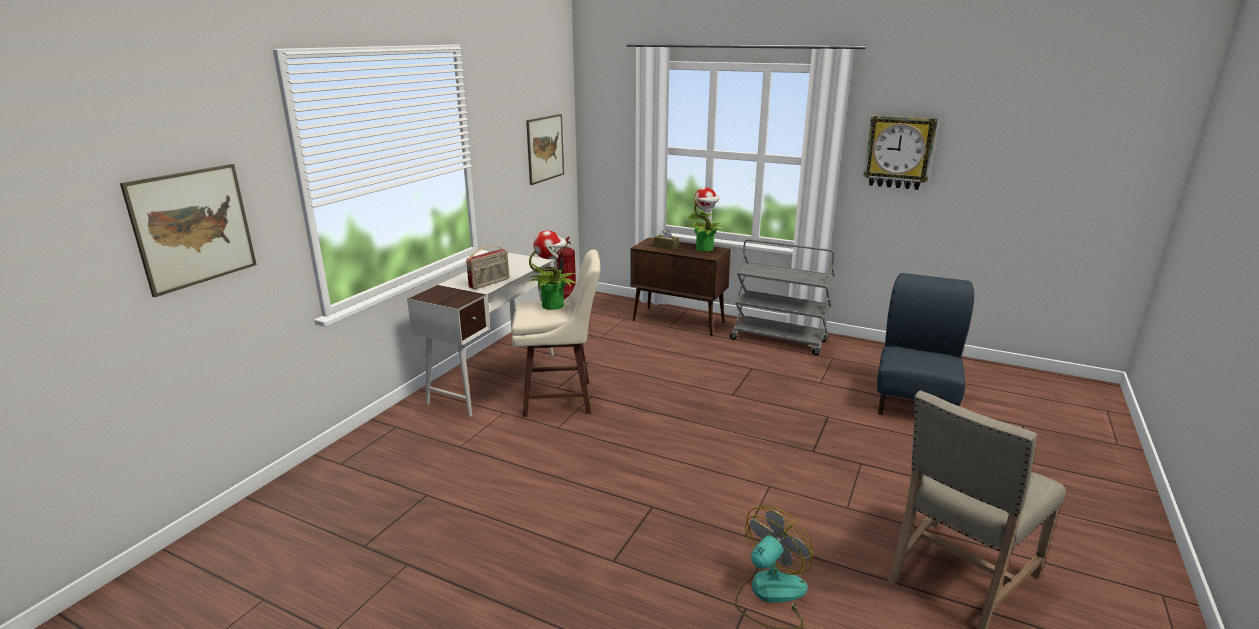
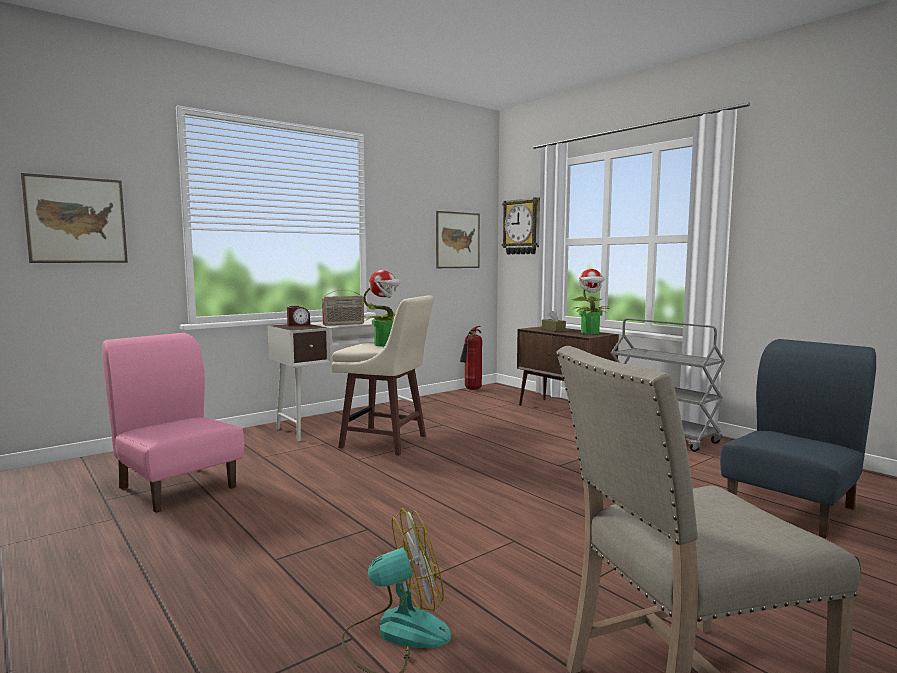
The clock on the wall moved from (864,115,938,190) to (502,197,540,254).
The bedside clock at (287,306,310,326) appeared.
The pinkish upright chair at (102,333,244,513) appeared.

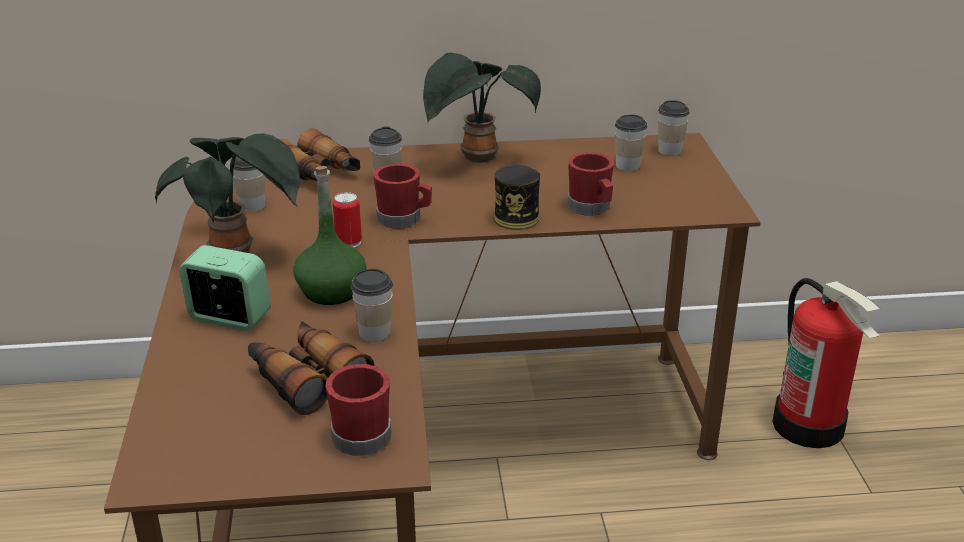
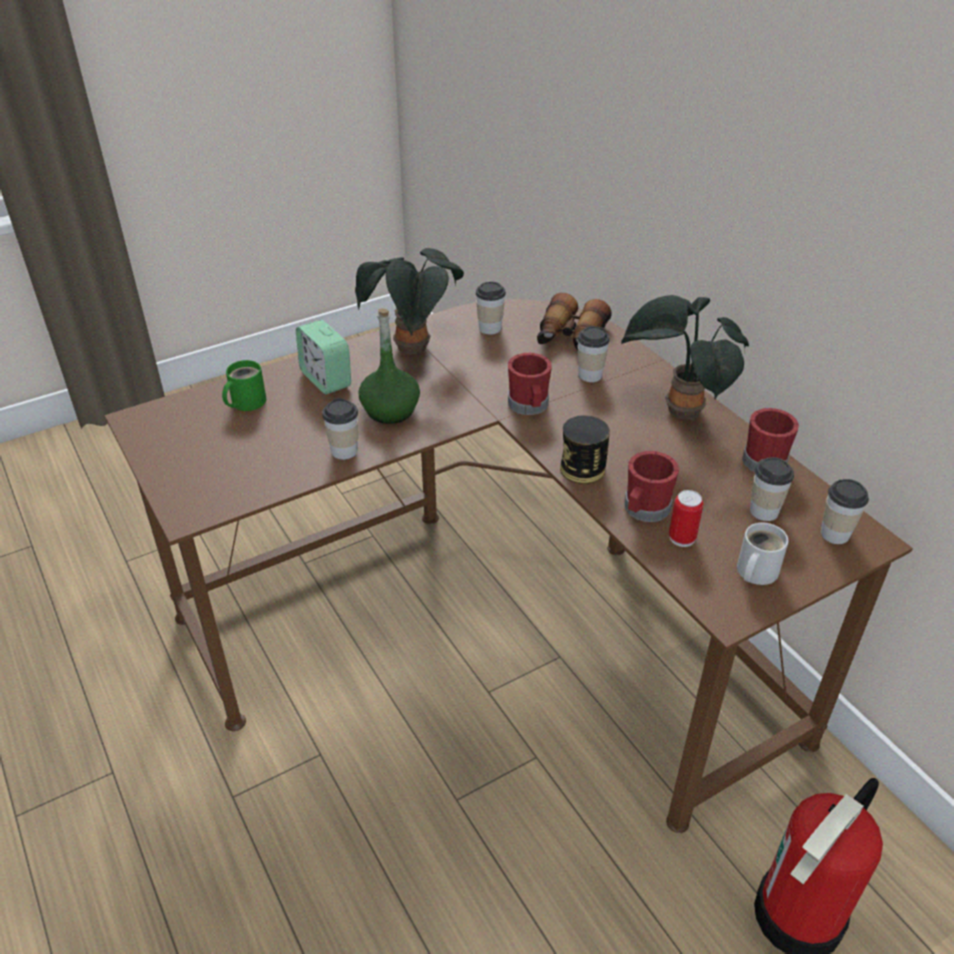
The can moved from (333,192,362,248) to (669,490,703,547).
The bedside clock at (179,245,271,331) turned 150 degrees clockwise.
The pair of binoculars at (248,322,375,415) disappeared.
The red mug moved from (325,364,391,456) to (742,408,799,472).
The green-coloured mug at (222,360,266,411) appeared.
The white-coloured mug at (737,523,788,585) appeared.

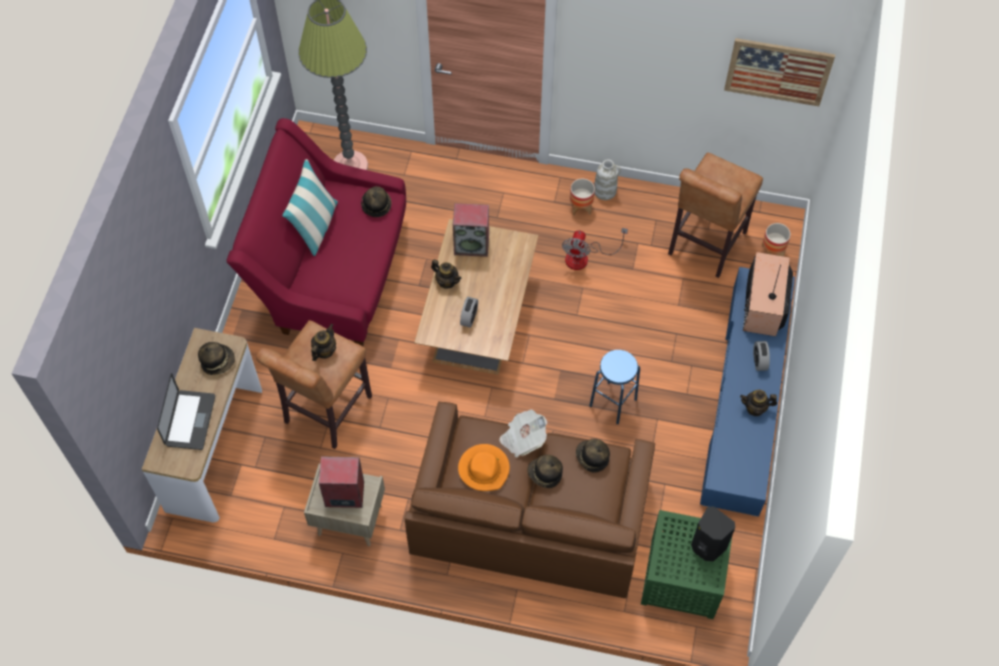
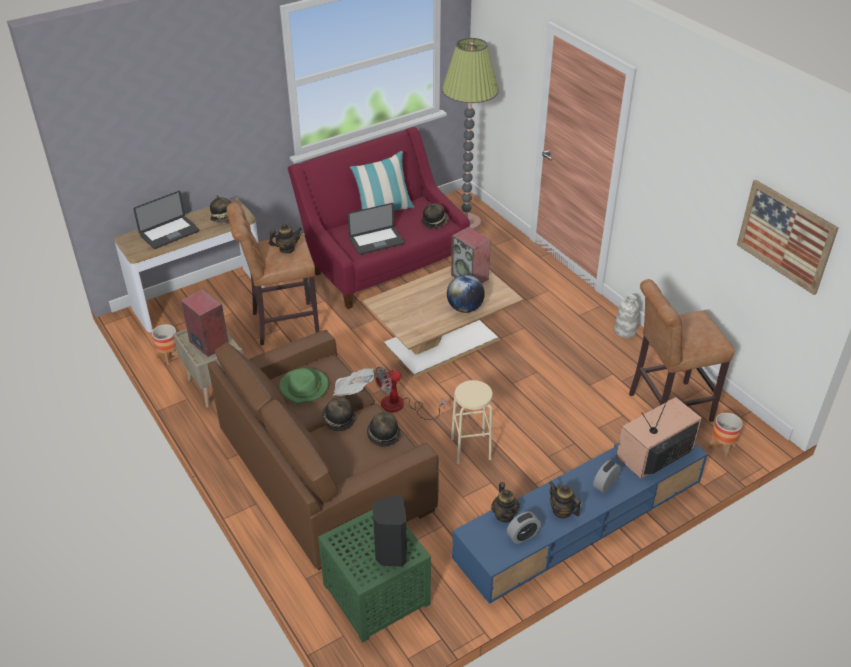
The plant pot moved from (570,178,595,216) to (152,324,178,365).
The electric fan moved from (562,228,628,270) to (374,367,445,420).
The tea pot moved from (431,259,461,289) to (491,482,520,523).
The bedside clock moved from (460,297,478,328) to (507,511,541,544).
The bluish stool at (589,350,640,424) became the beige-coloured stool at (451,380,493,464).
The orangey hat at (458,444,510,491) became the green-coloured hat at (280,368,329,404).
The notebook computer at (348,203,405,255) appeared.
The desk globe at (447,275,485,313) appeared.

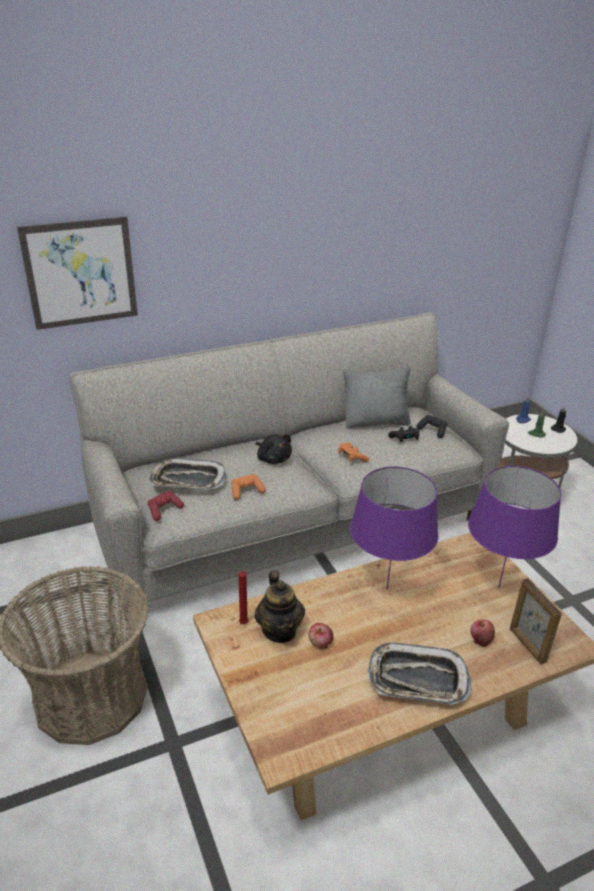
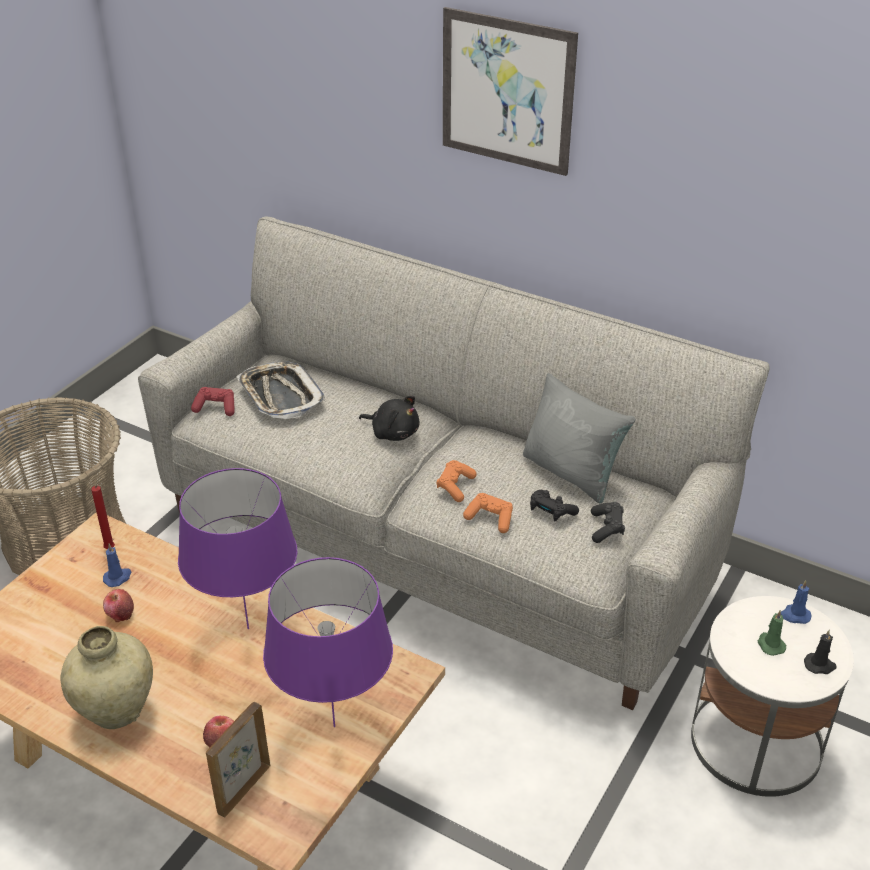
The wall picture moved from (17,216,138,330) to (443,7,578,176).
The blackish soft toy at (256,434,292,464) turned 75 degrees counterclockwise.
The orangey game controller moved from (231,474,266,500) to (463,493,513,533).
The tea pot at (254,570,305,643) was replaced by the bluish wax light at (103,543,131,587).
The tray at (368,643,471,705) was replaced by the beige-coloured flower vase at (60,626,153,729).

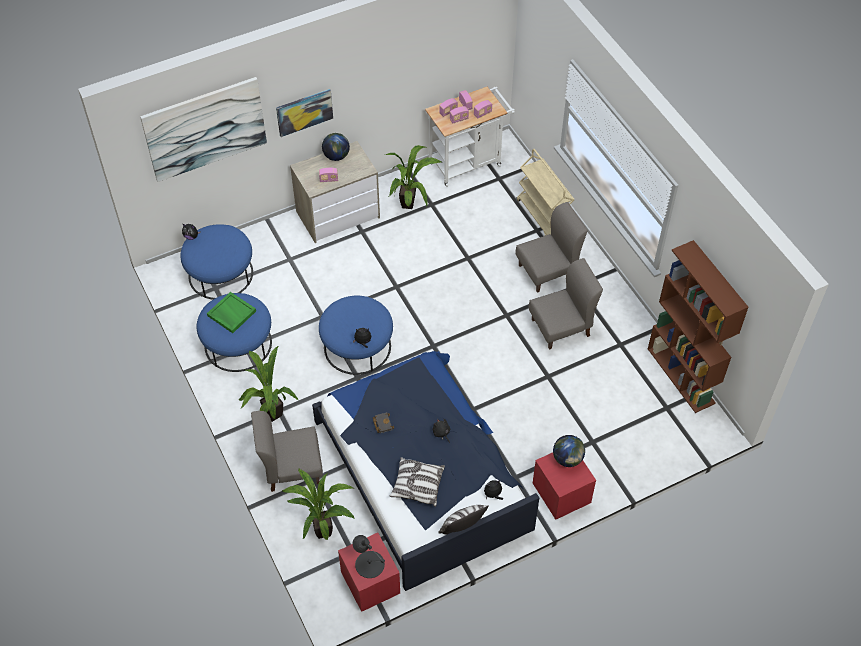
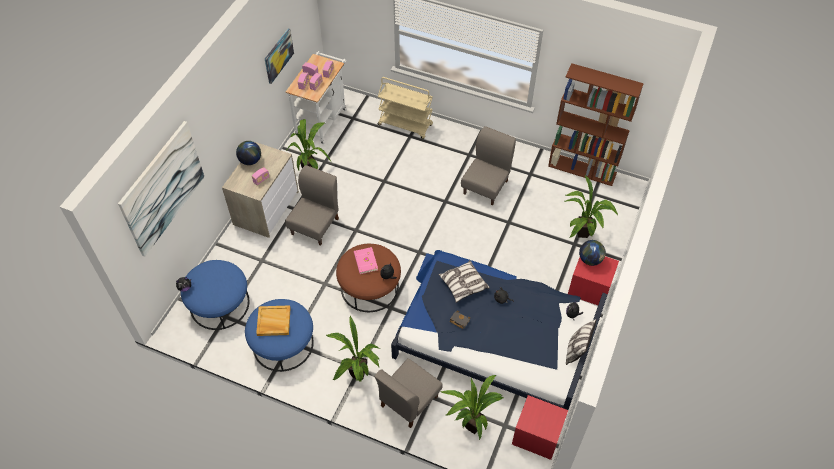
The wall picture moved from (276,89,333,137) to (265,29,294,84).
The greyish upright chair moved from (515,202,588,293) to (285,165,339,246).
The green-coloured tray at (207,292,256,333) became the beige-coloured tray at (256,305,291,336).
The bluish footrest at (319,296,393,375) became the brown footrest at (336,244,401,312).
The cushion moved from (390,457,445,507) to (438,260,490,303).
The blackish tabletop lamp at (353,535,385,578) disappeared.
The plant in a pot at (565,175,618,238) appeared.
The pinkish volume at (354,247,378,274) appeared.

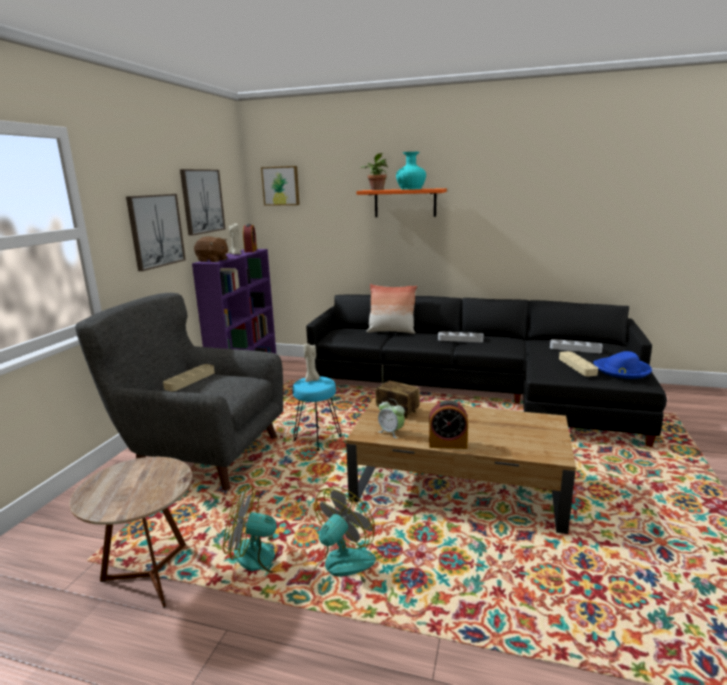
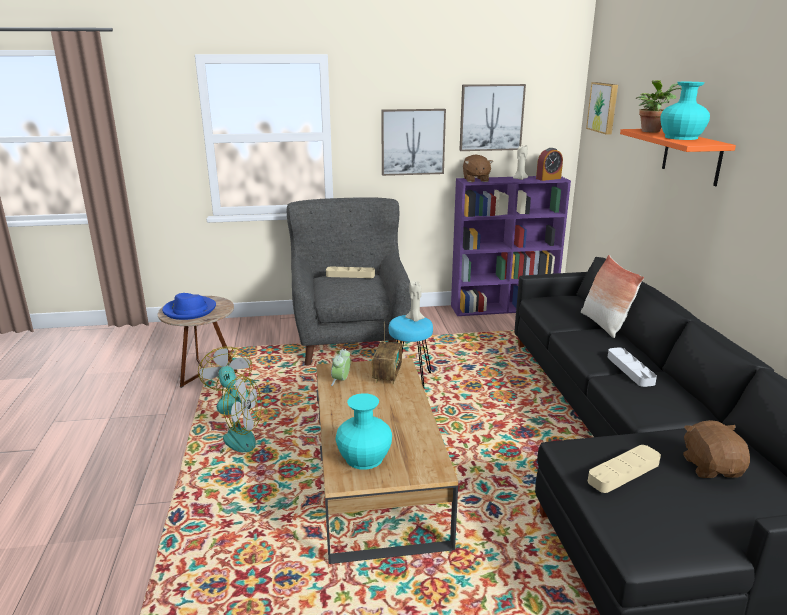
The greyish tray at (550,339,603,353) was replaced by the brown soft toy at (683,420,750,478).
The bluish hat moved from (593,351,652,379) to (162,293,216,320).
The bedside clock at (429,400,468,449) disappeared.
The turquoise-coloured flower vase at (336,393,392,470) appeared.

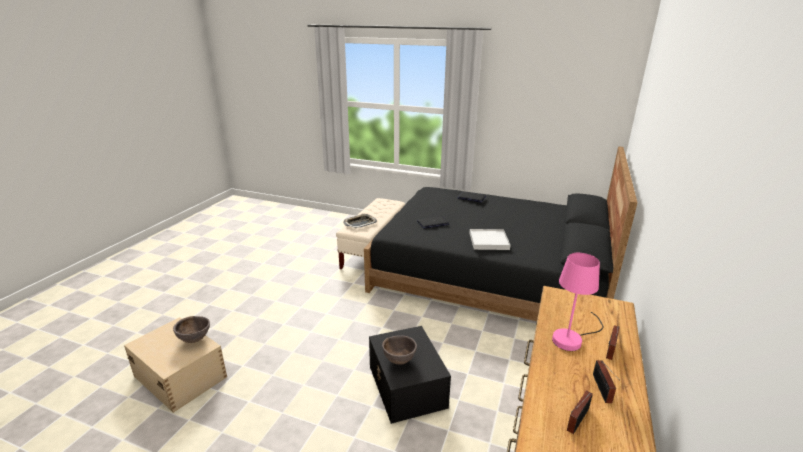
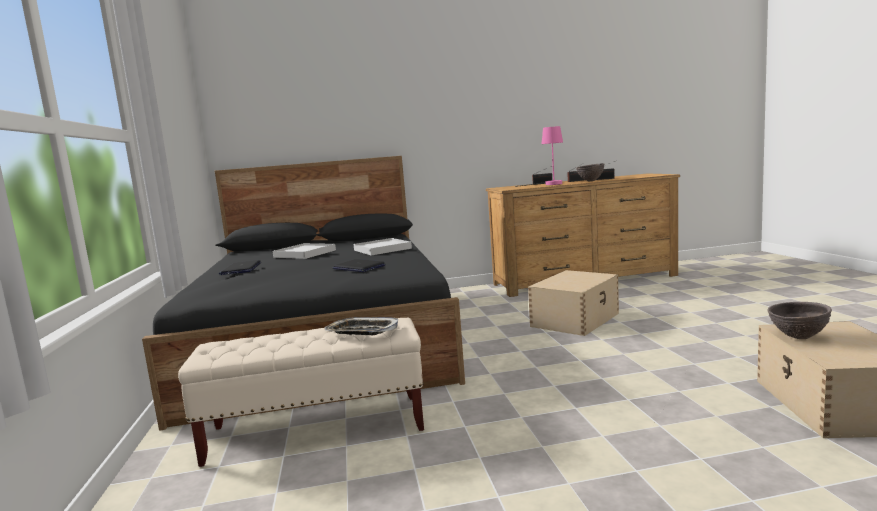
The blackish storage box at (369,326,451,424) became the beige-coloured storage box at (528,270,619,336).
The brown serving bowl moved from (382,335,417,365) to (576,163,604,181).
The white-coloured tray at (273,243,336,259) appeared.

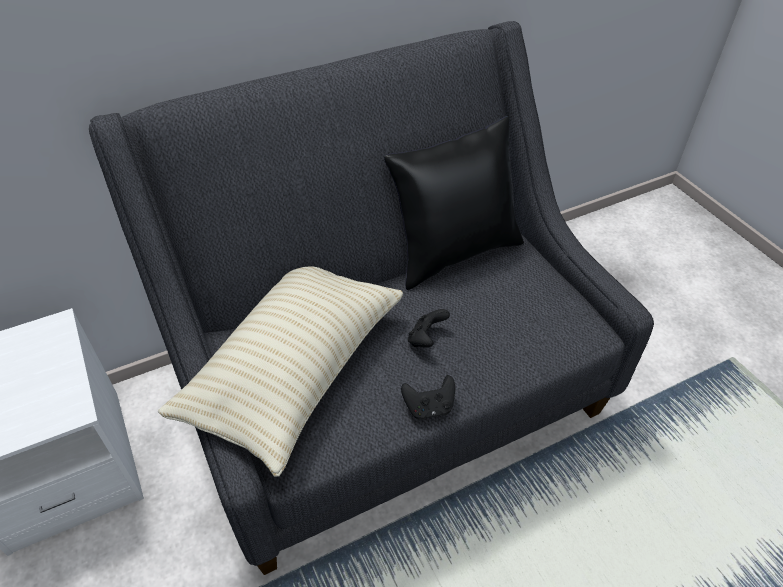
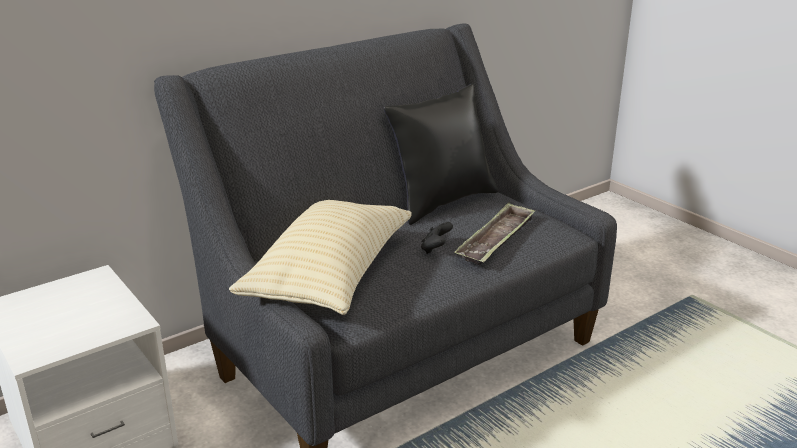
The blackish game controller at (401,375,455,420) disappeared.
The tray at (454,203,535,265) appeared.

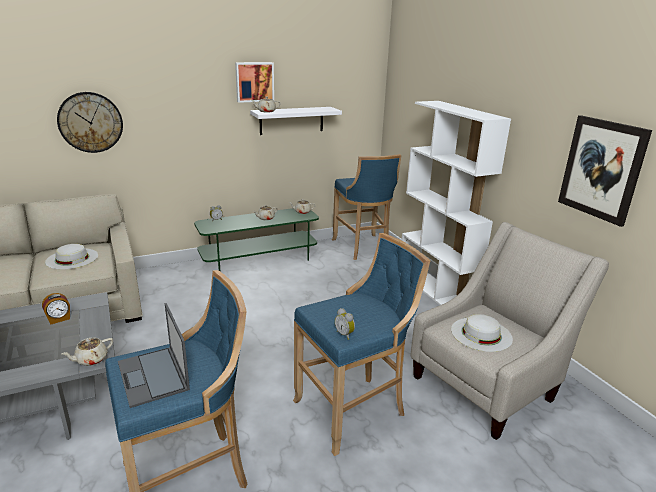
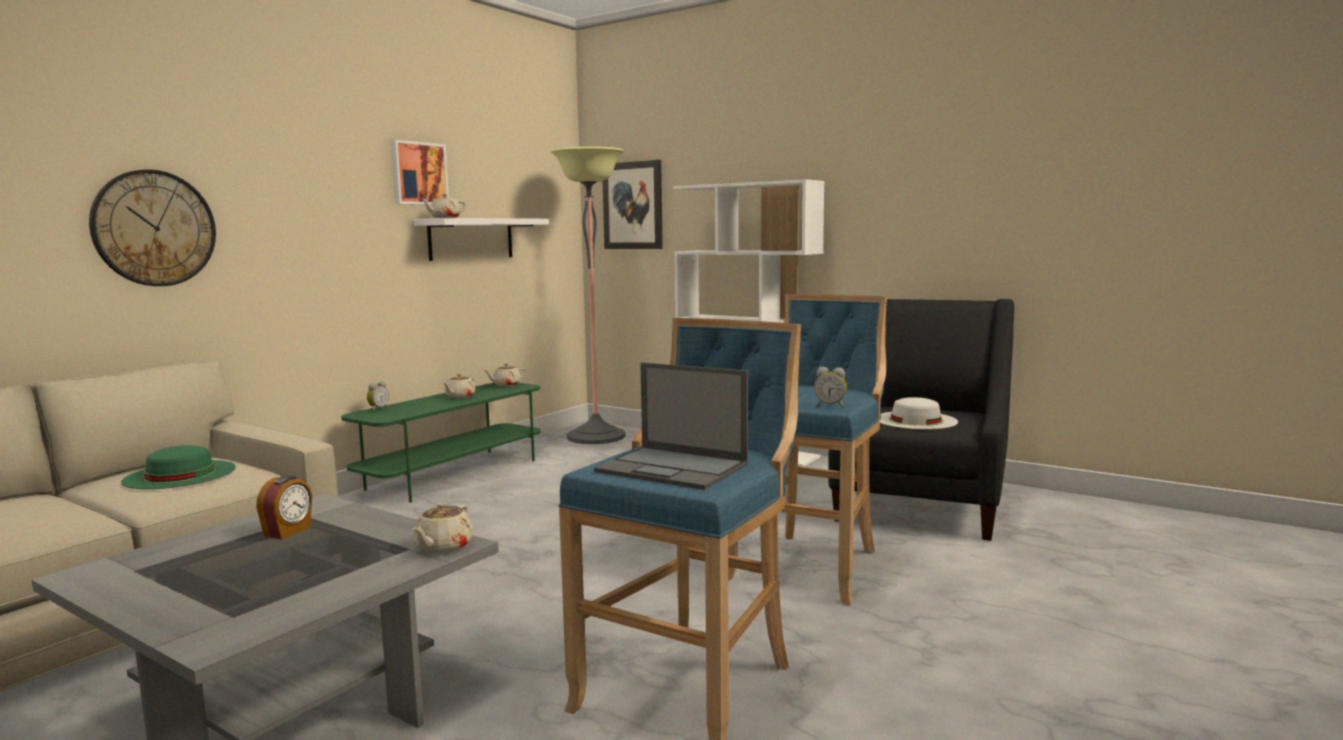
The wall picture moved from (558,115,652,227) to (603,160,663,249).
The bluish stool at (332,154,402,260) was replaced by the standing lamp at (551,147,626,444).
The beige-coloured easy chair at (410,222,609,440) became the blackish easy chair at (828,299,1014,541).
The white-coloured hat at (45,244,98,270) became the green-coloured hat at (121,445,236,489).

